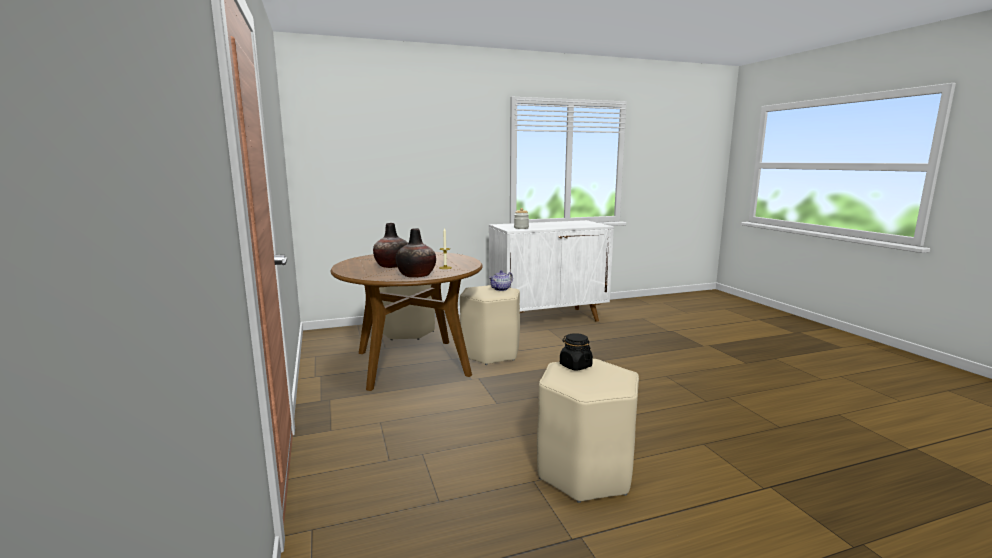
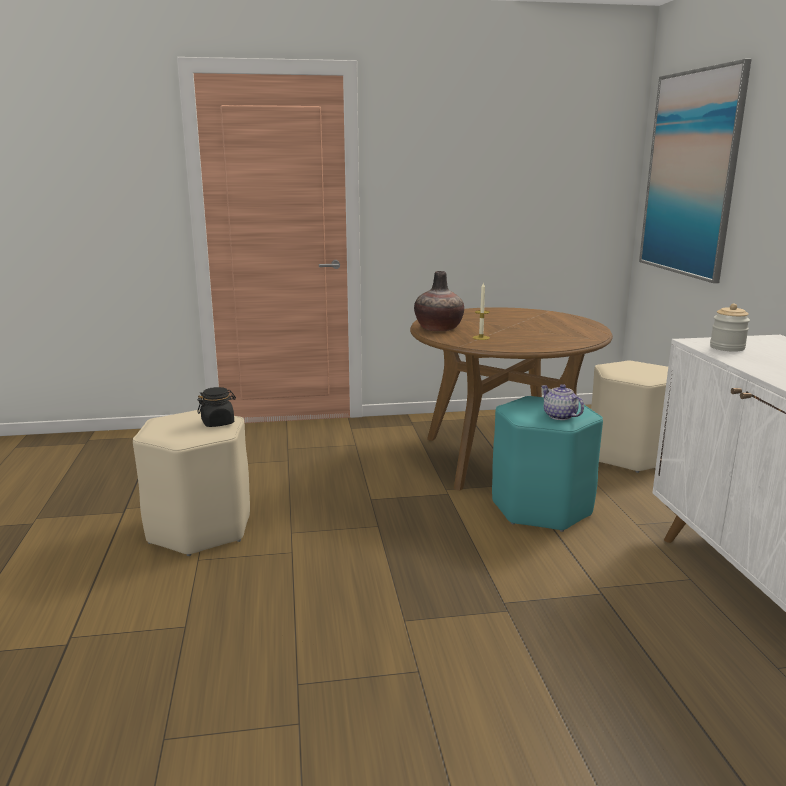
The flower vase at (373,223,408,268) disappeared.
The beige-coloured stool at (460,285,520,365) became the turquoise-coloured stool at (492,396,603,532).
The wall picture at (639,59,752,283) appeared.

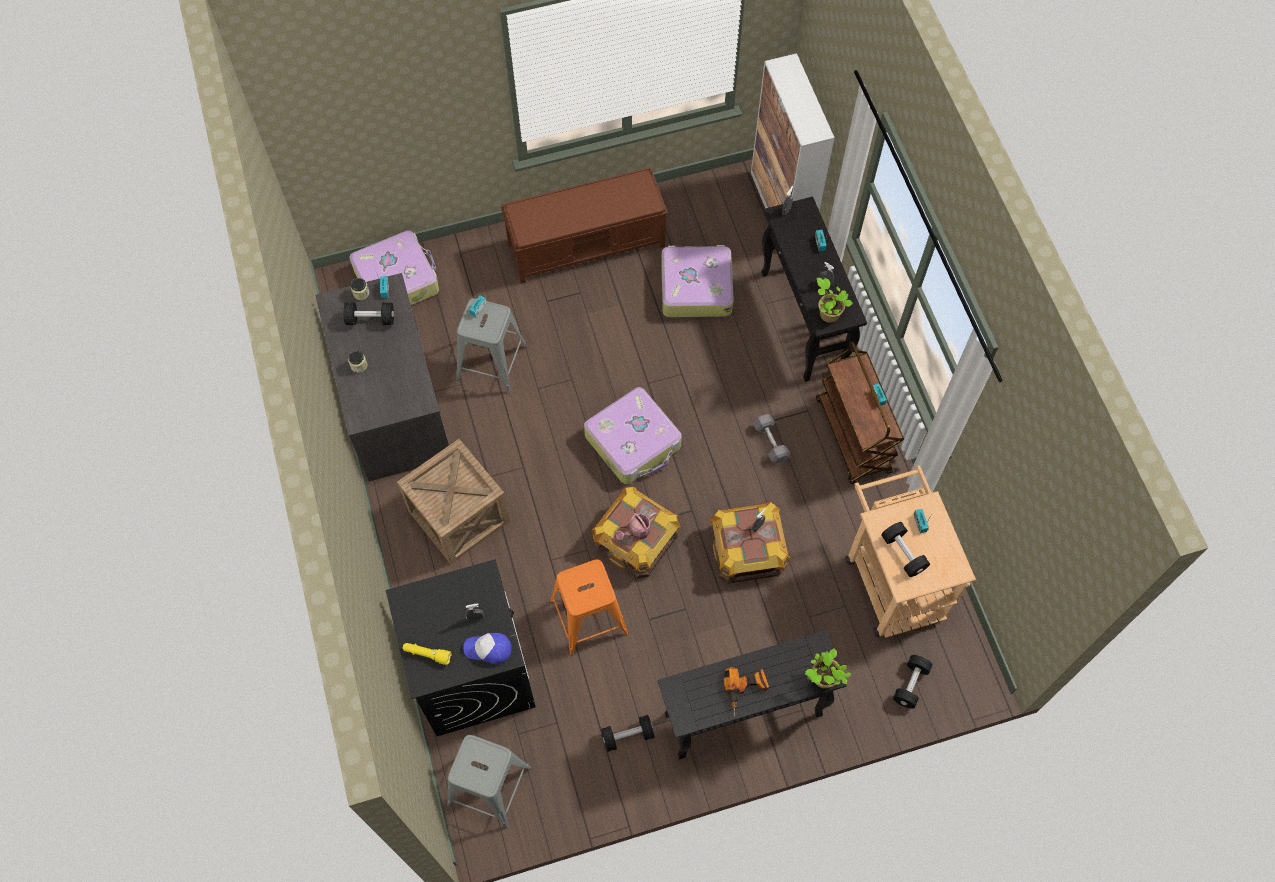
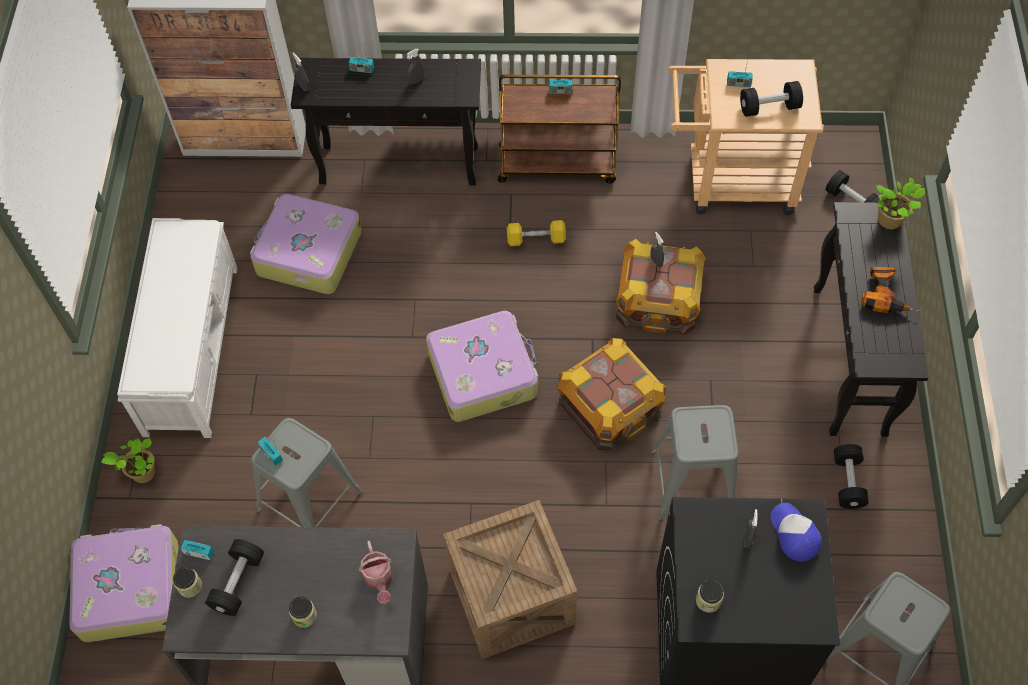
The brown indoor bench at (501,167,668,284) became the white-coloured indoor bench at (117,218,238,438).
The plant in a pot moved from (817,278,853,323) to (101,438,155,483).
The greyish hand weight at (753,414,791,463) became the yellow-coloured hand weight at (507,220,566,246).
The sprinkling can moved from (616,513,657,540) to (359,541,393,604).
The orangey stool at (550,560,628,656) became the greyish stool at (651,405,738,520).
The baseball cap at (463,633,512,664) turned 135 degrees clockwise.
The yellow-coloured torch at (403,643,452,665) disappeared.
The storage jar at (696,580,724,613) appeared.

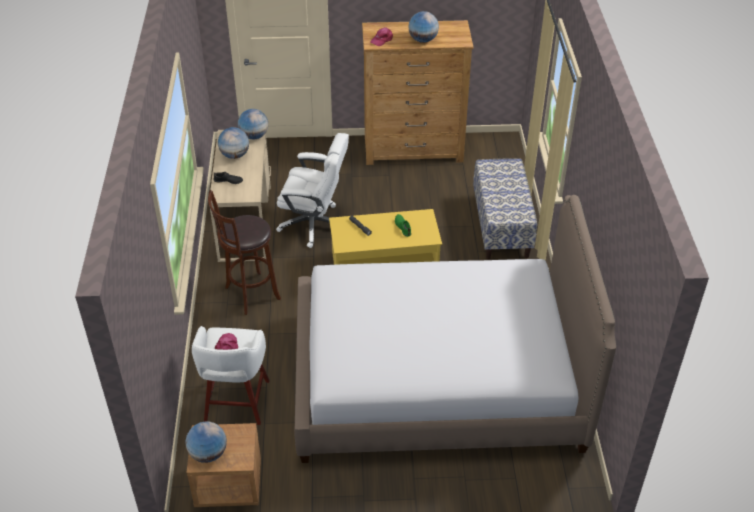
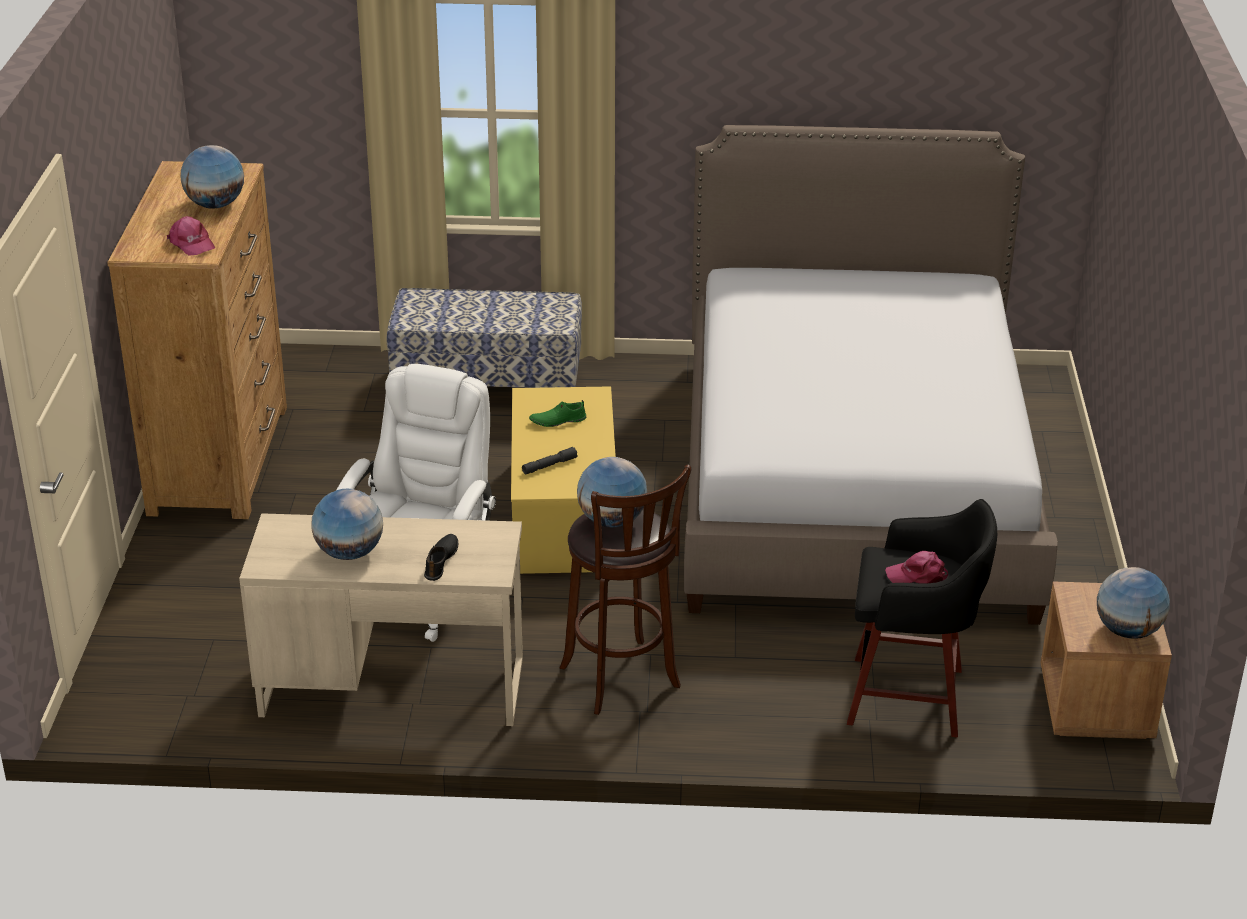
The desk globe moved from (238,109,268,139) to (577,457,648,527).
The white-coloured stool at (192,326,270,425) became the blackish stool at (847,499,997,737).

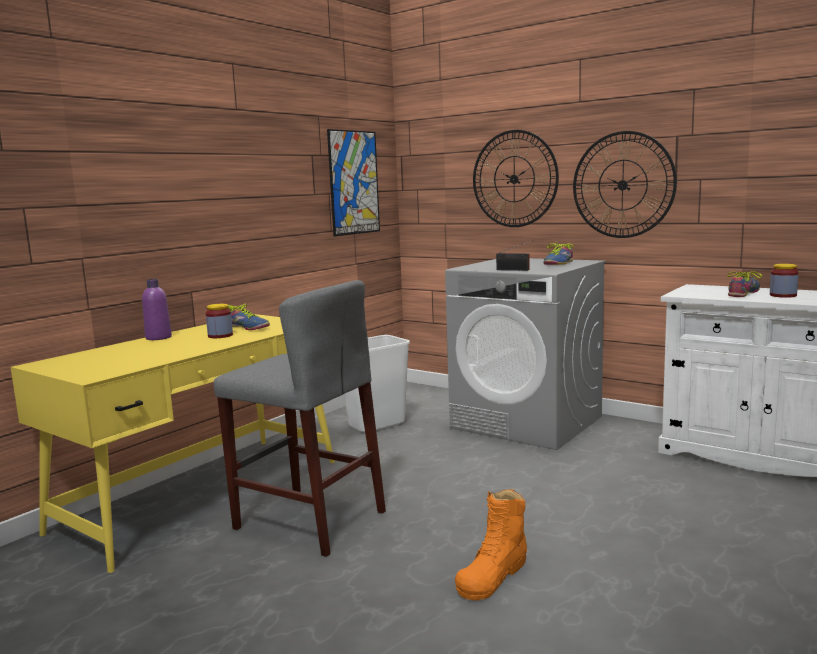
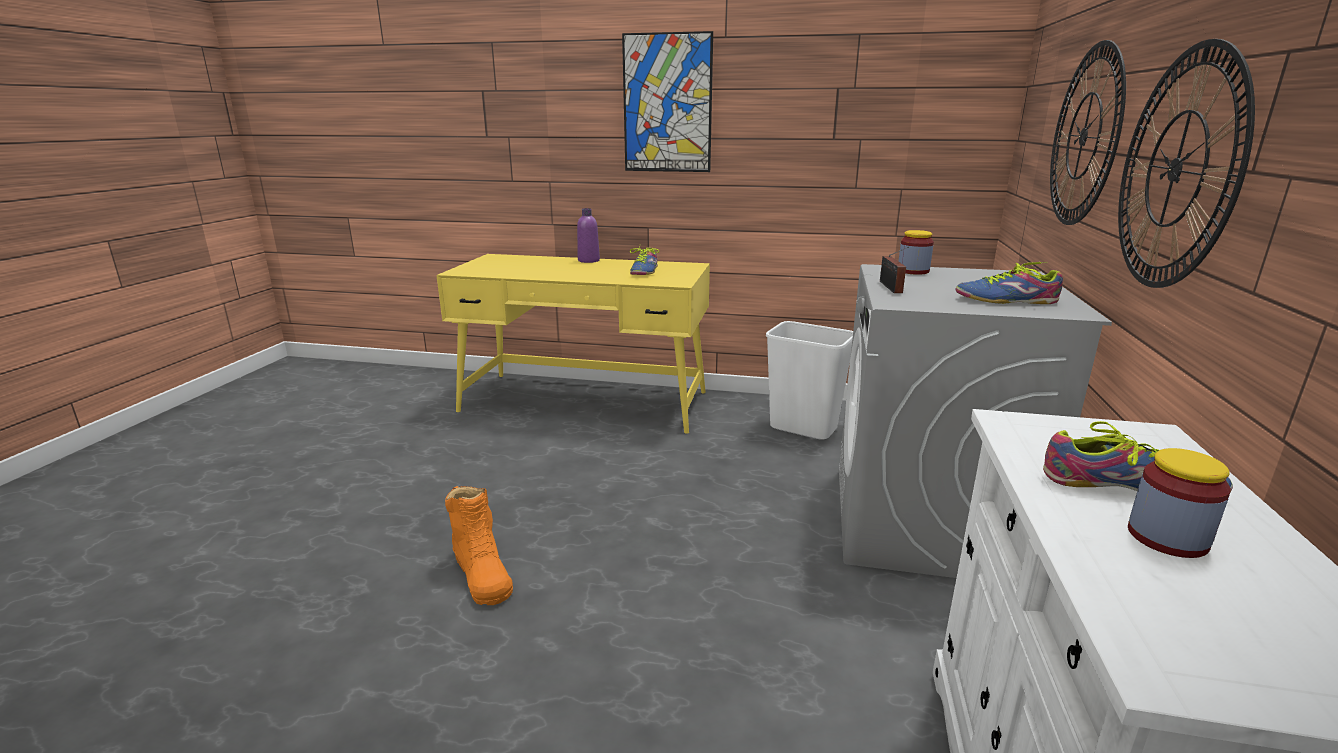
The wall picture moved from (327,129,380,237) to (622,31,713,172).
The greyish stool at (213,280,386,557) disappeared.
The storage jar moved from (206,304,233,338) to (899,230,934,275).
The orangey tall boot at (455,489,527,600) turned 135 degrees counterclockwise.

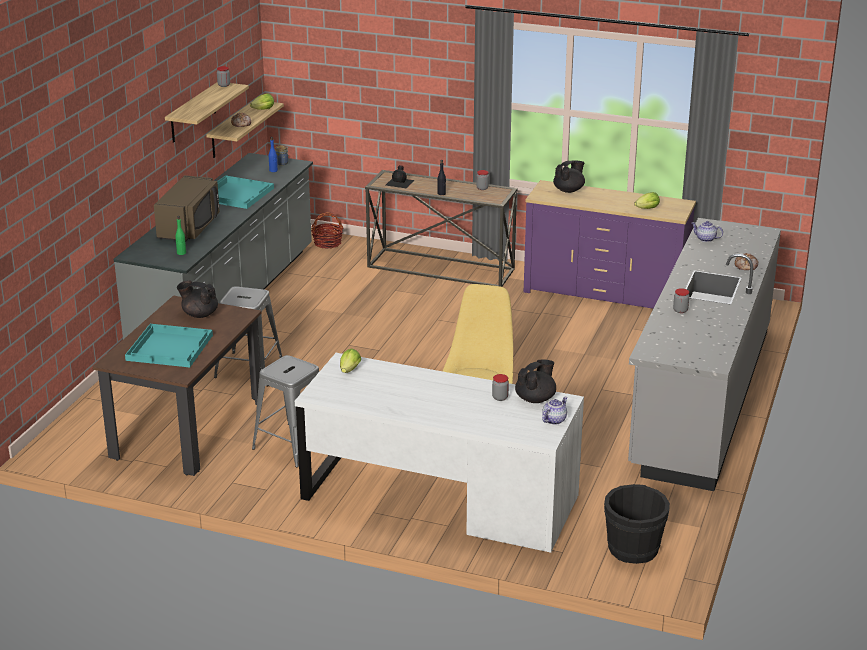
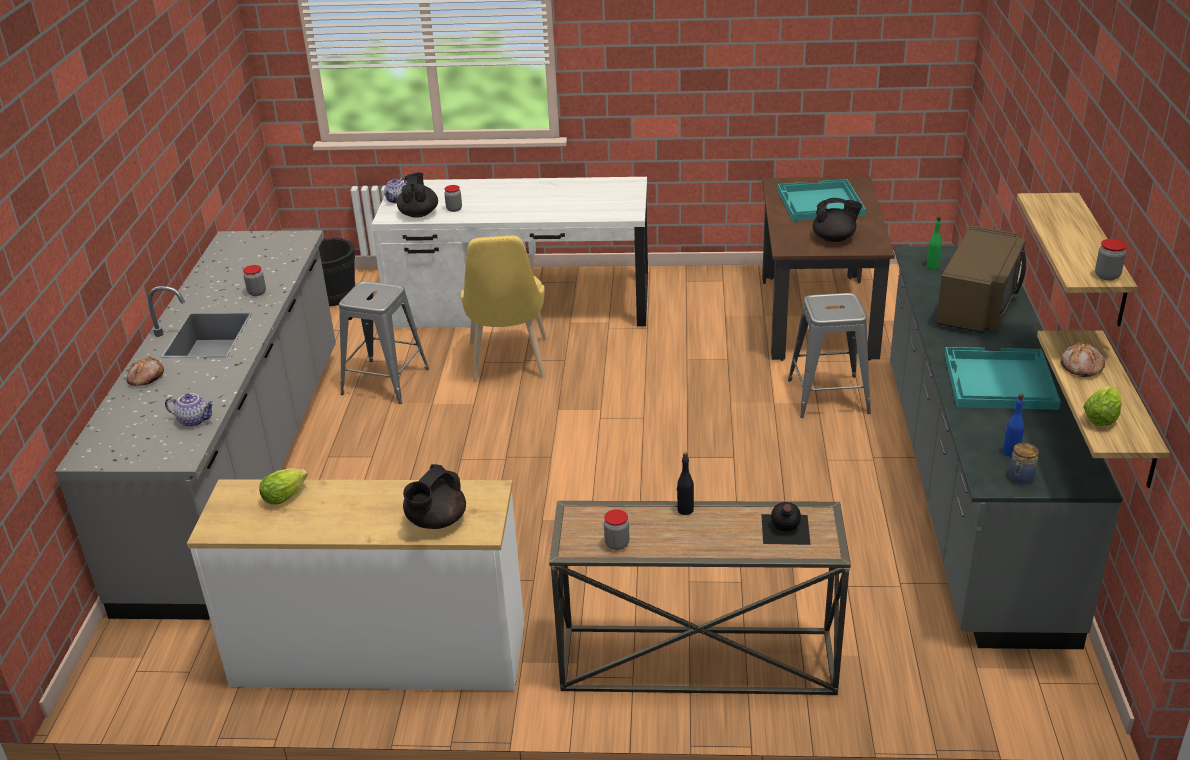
The brown microwave oven at (154,175,220,241) turned 150 degrees counterclockwise.
The purple-coloured dresser at (524,180,696,309) became the white-coloured dresser at (187,480,524,691).
The storage basket at (311,212,343,249) disappeared.
The head of lettuce at (340,349,361,373) disappeared.
The greyish stool moved from (252,355,319,467) to (339,281,429,404).
The blackish tea pot at (515,359,556,403) turned 150 degrees clockwise.

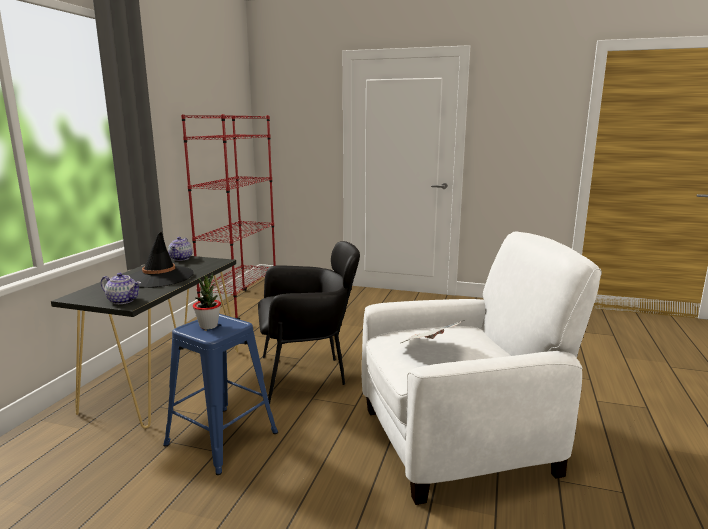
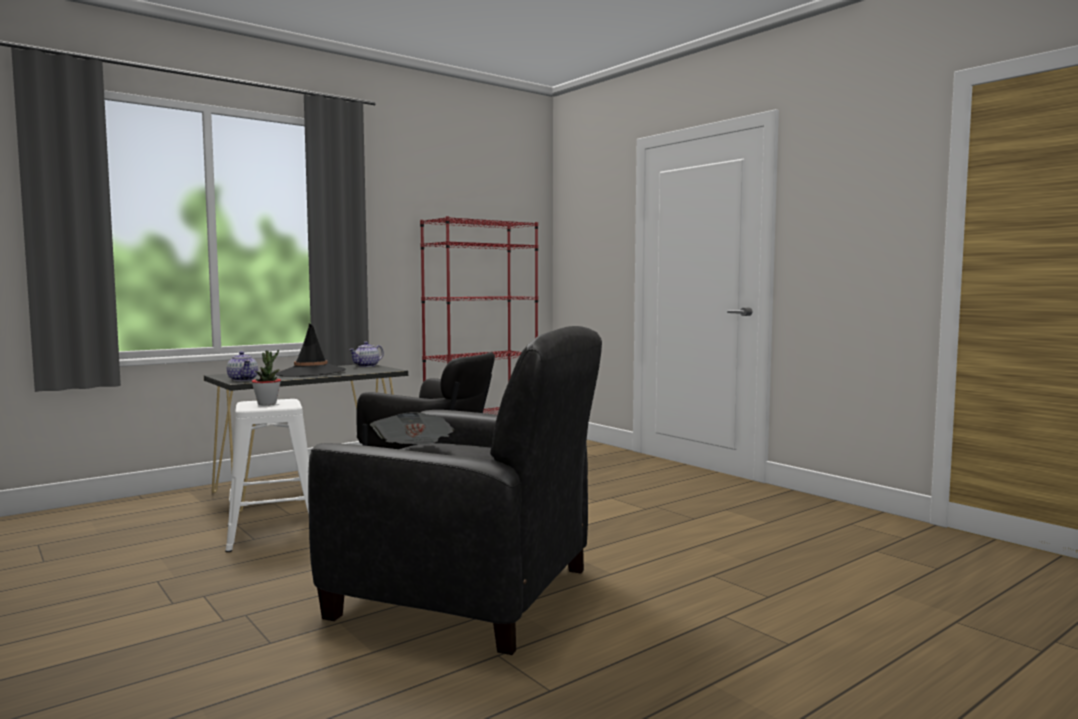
The white-coloured easy chair at (362,232,602,505) became the blackish easy chair at (308,326,602,655).
The bluish stool at (163,314,278,475) became the white-coloured stool at (225,399,309,552).

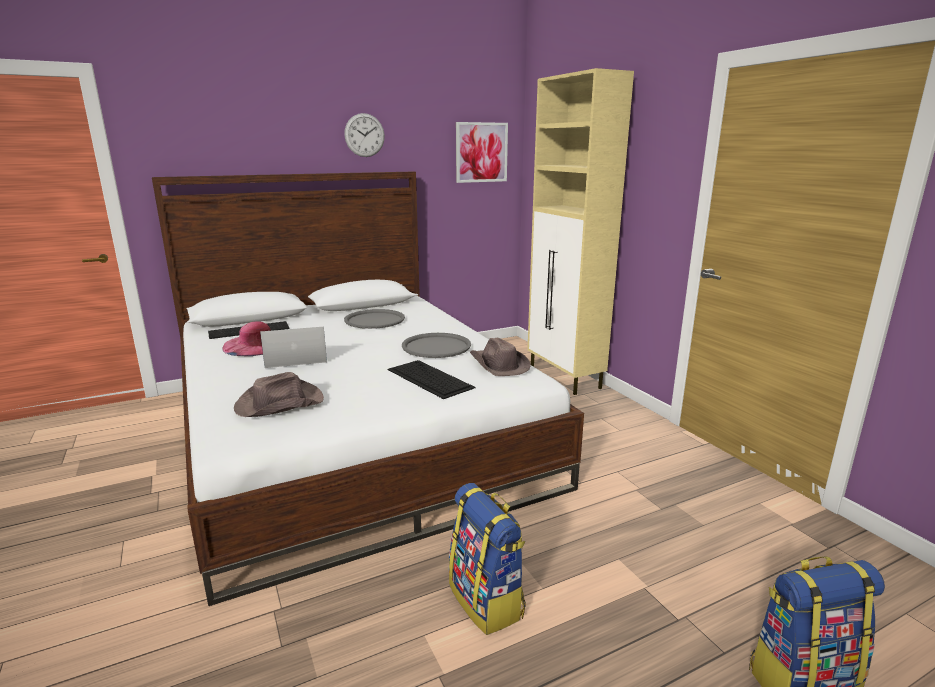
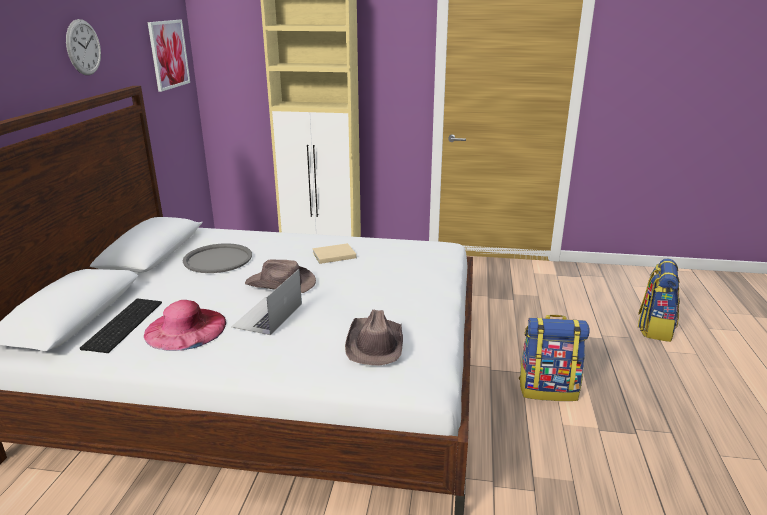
The greyish tray at (402,333,471,358) was replaced by the beige-coloured volume at (312,243,356,264).
The brown hat moved from (470,338,531,376) to (245,259,316,293).
The computer keyboard at (388,360,476,399) disappeared.

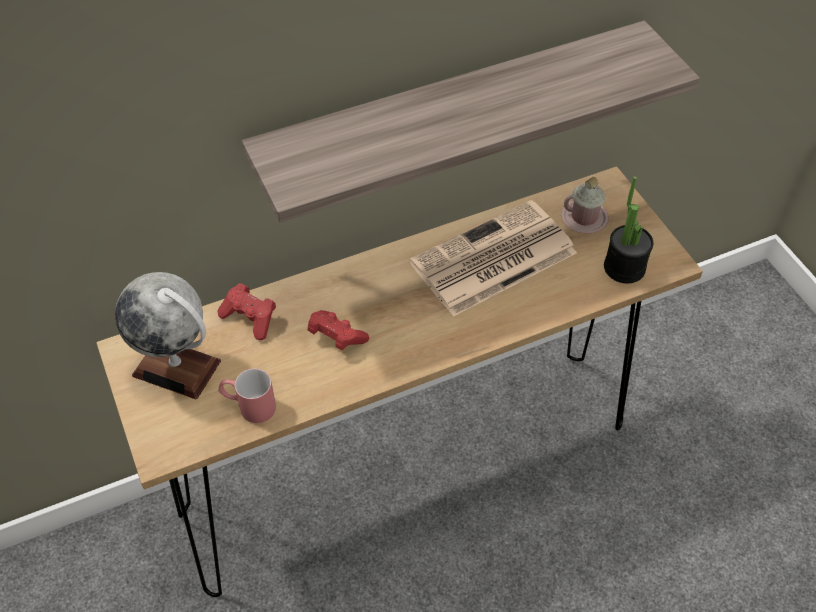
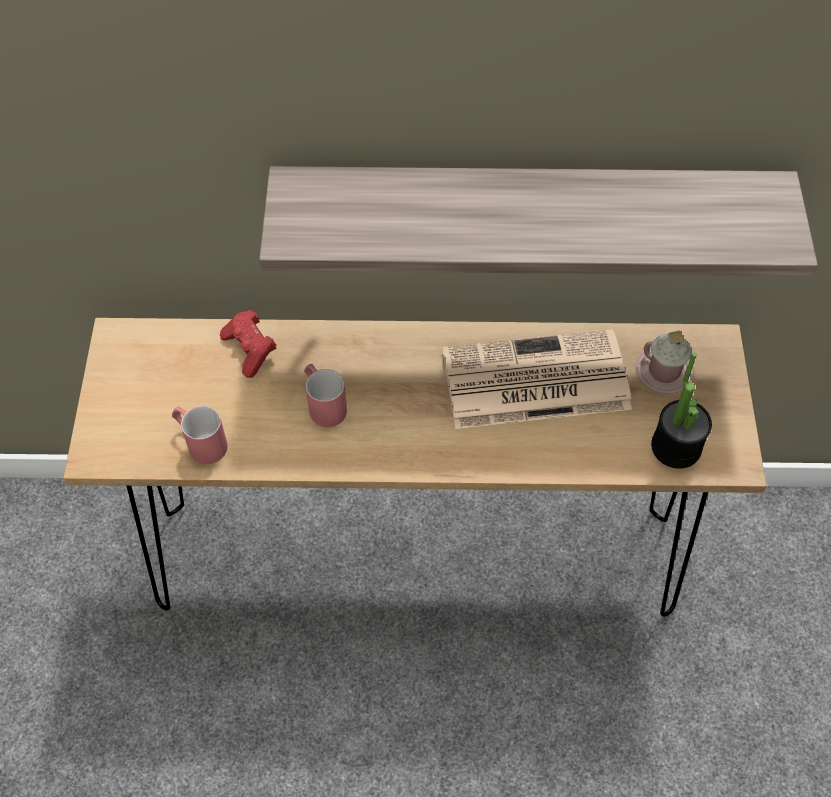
The desk globe at (115,272,221,399) disappeared.
The red game controller at (308,310,369,350) was replaced by the red mug at (304,364,347,427).

